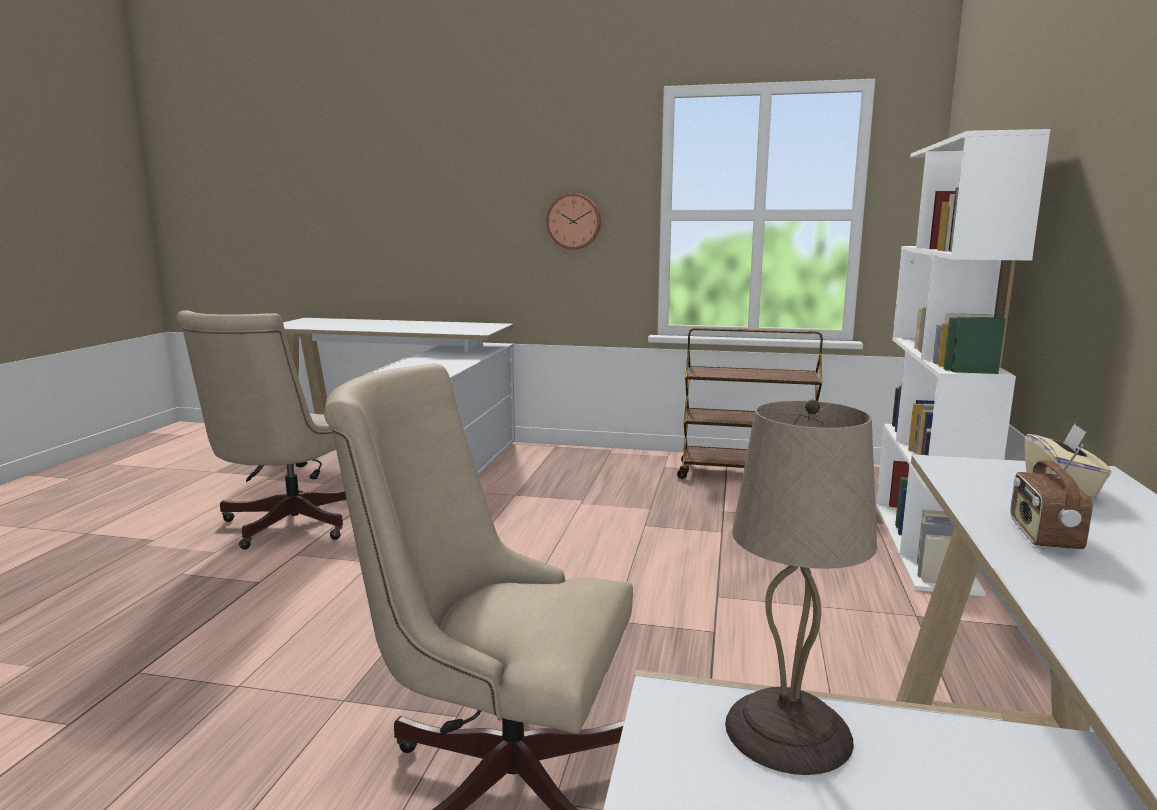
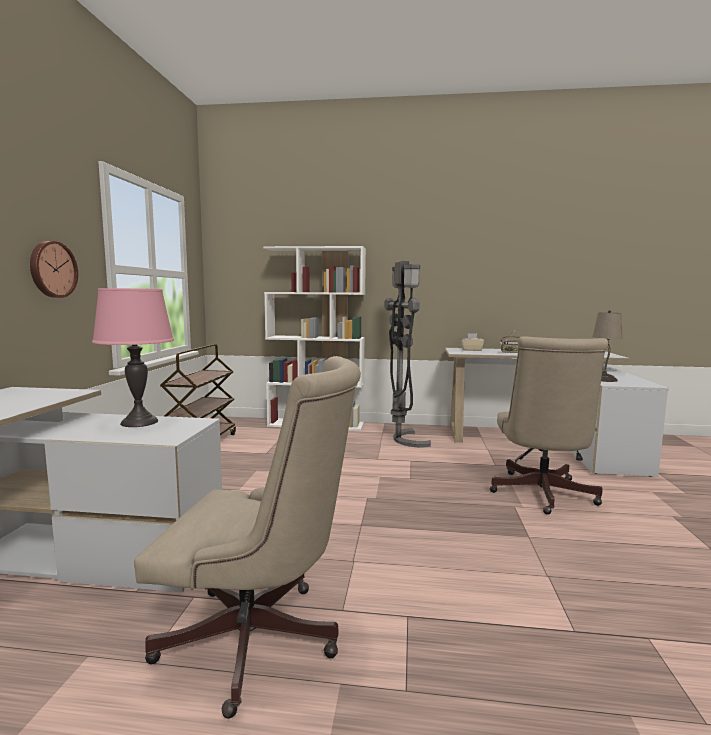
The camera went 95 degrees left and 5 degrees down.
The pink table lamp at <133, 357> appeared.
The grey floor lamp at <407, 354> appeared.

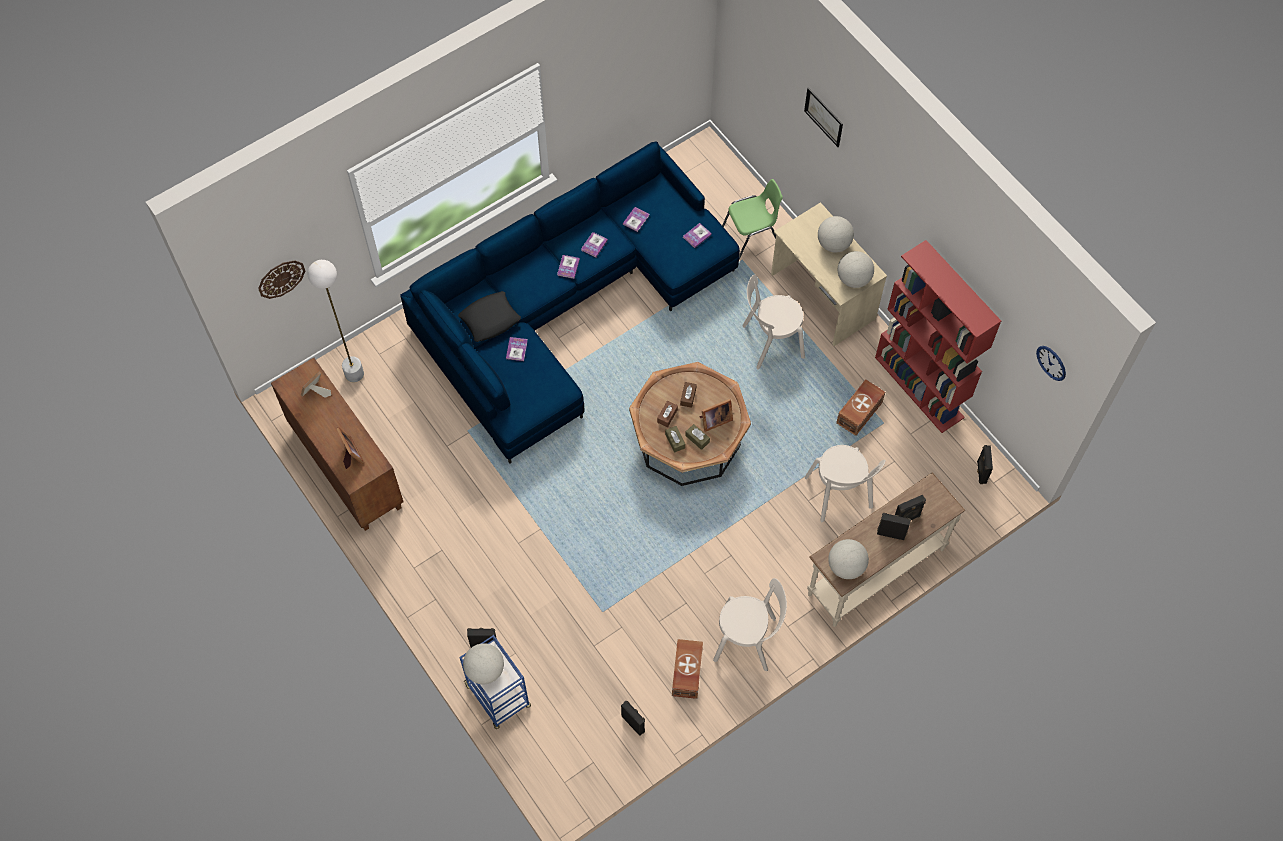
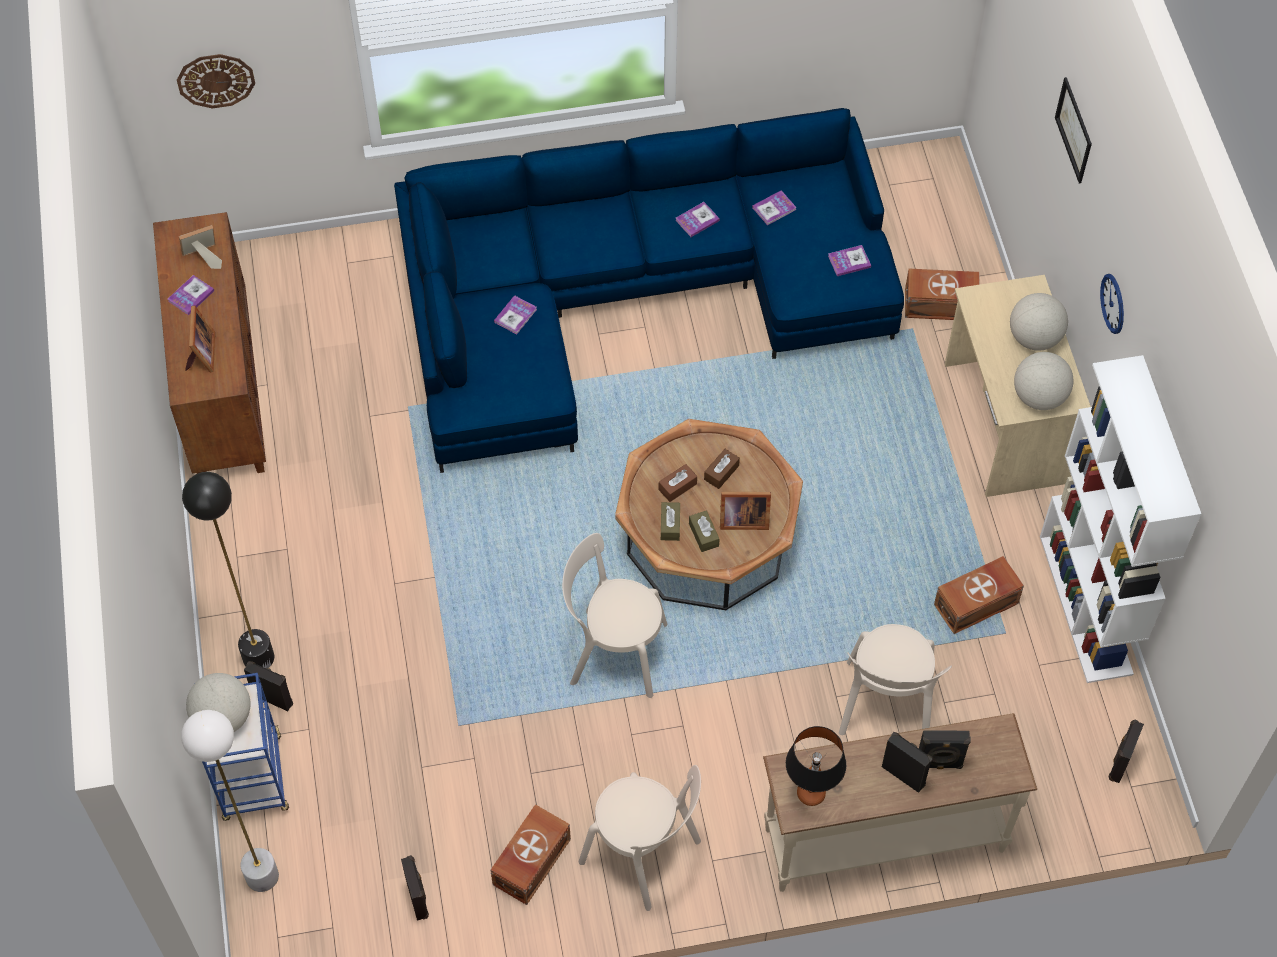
The camera went 25 degrees right and 5 degrees down.
The white floor lamp moved from <335, 321> to <230, 801>.
The black pillow at <489, 316> disappeared.
The book moved from <568, 267> to <191, 295>.
The green chair at <752, 219> was replaced by the brown storage box at <942, 294>.
The beige chair moved from <773, 321> to <614, 615>.
The globe at <848, 559> was replaced by the table lamp at <816, 766>.
The red bookcase at <938, 336> became the white bookcase at <1120, 519>.
The wall clock moved from <1051, 363> to <1112, 304>.
The black floor lamp at <228, 570> appeared.

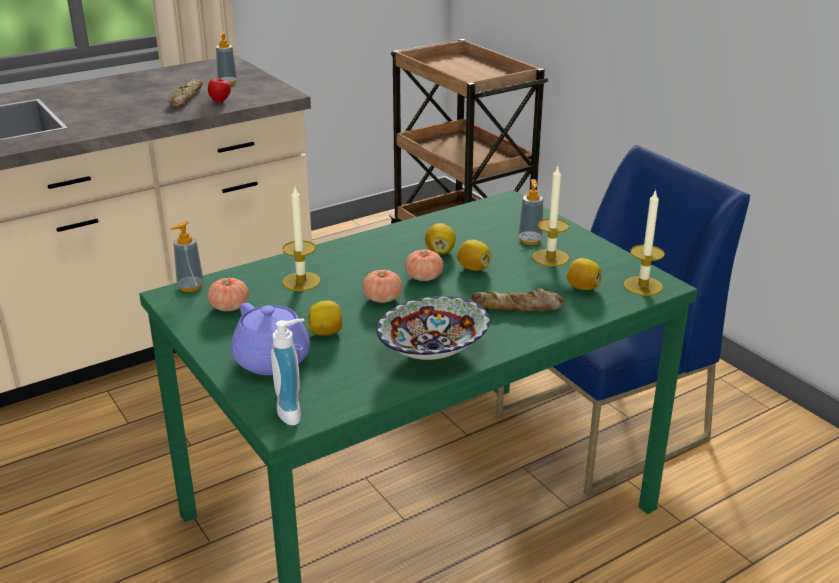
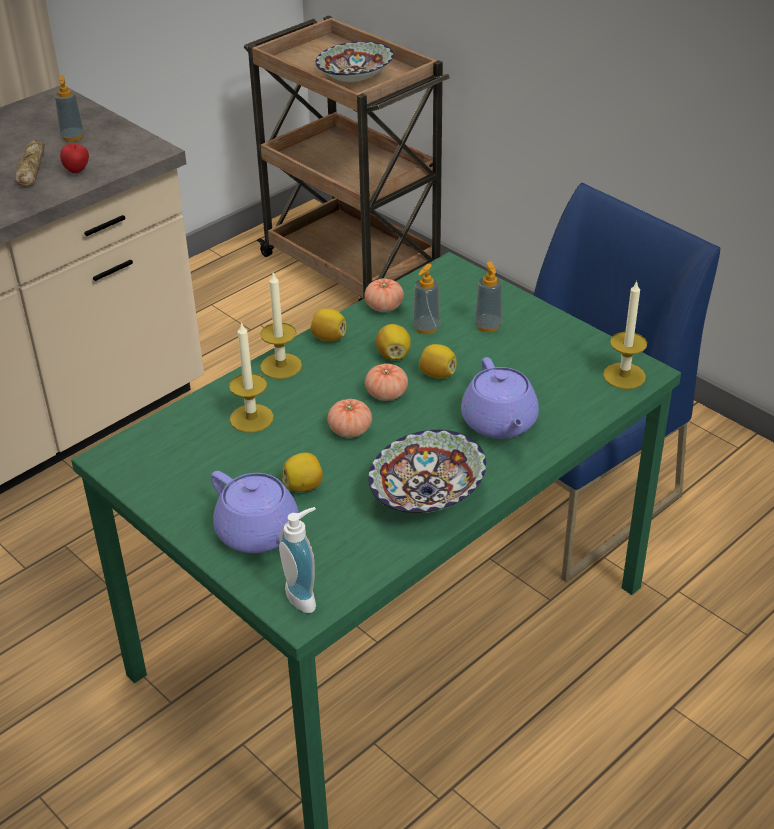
The camera went 10 degrees left and 10 degrees up.
The soap dispenser moved from <187, 256> to <426, 299>.
The tomato moved from <228, 294> to <384, 295>.
The bread at <518, 299> was replaced by the purple teapot at <500, 398>.
The candle moved from <550, 215> to <281, 326>.
The lemon moved from <584, 274> to <328, 324>.
The bowl at <354, 62> appeared.

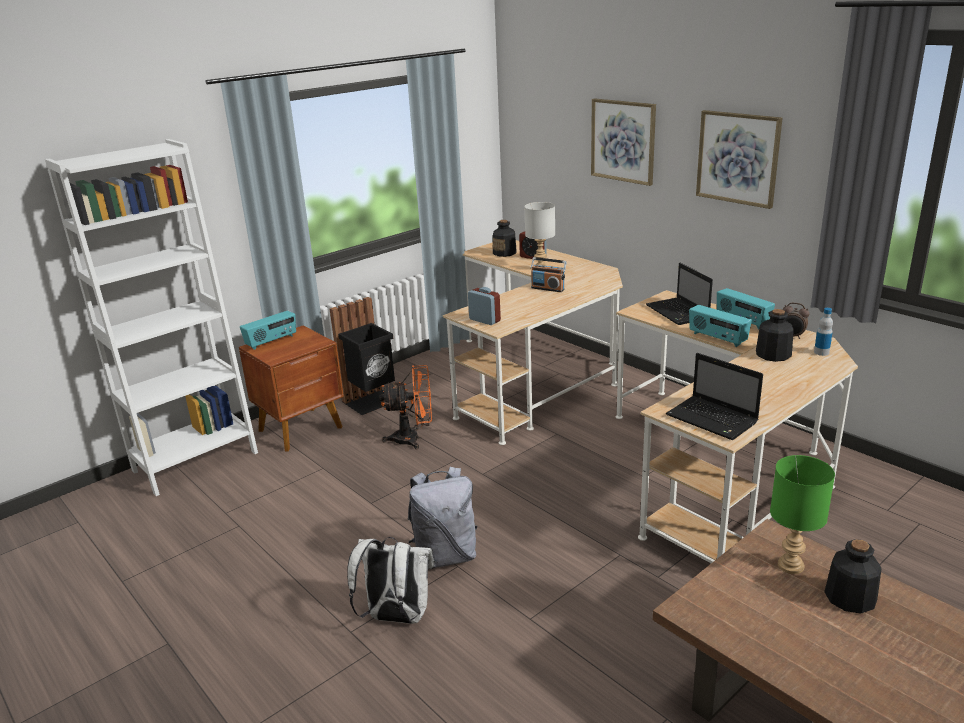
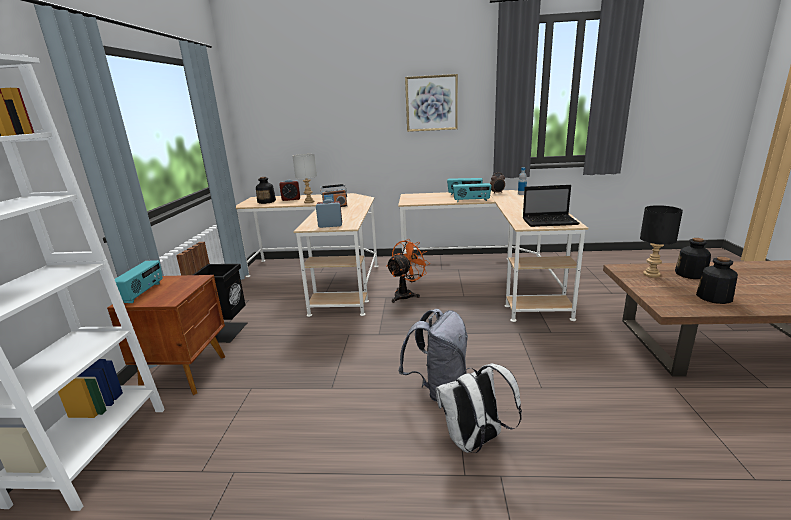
The camera went 45 degrees left and 5 degrees down.
The orange fan moved from <405, 407> to <407, 271>.
The picture at <623, 142> disappeared.
The laptop at <679, 294> disappeared.
The bottle moved from <775, 335> to <717, 280>.
The green table lamp at <802, 514> became the black table lamp at <661, 241>.

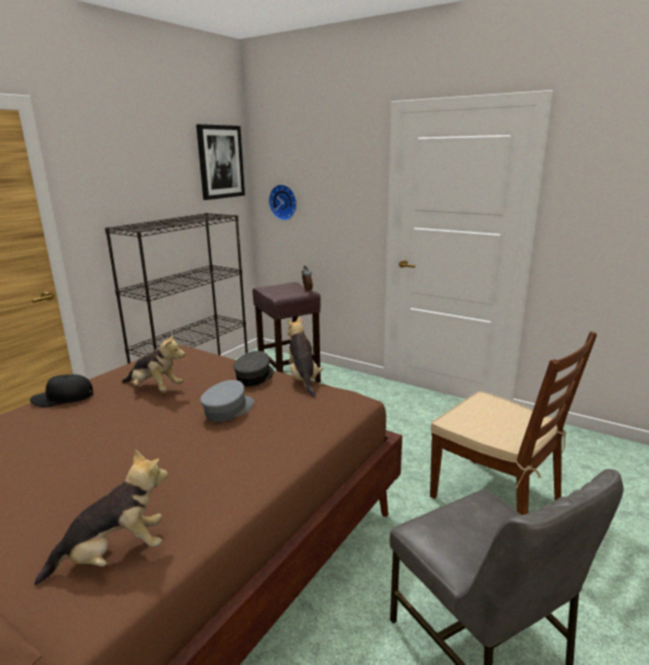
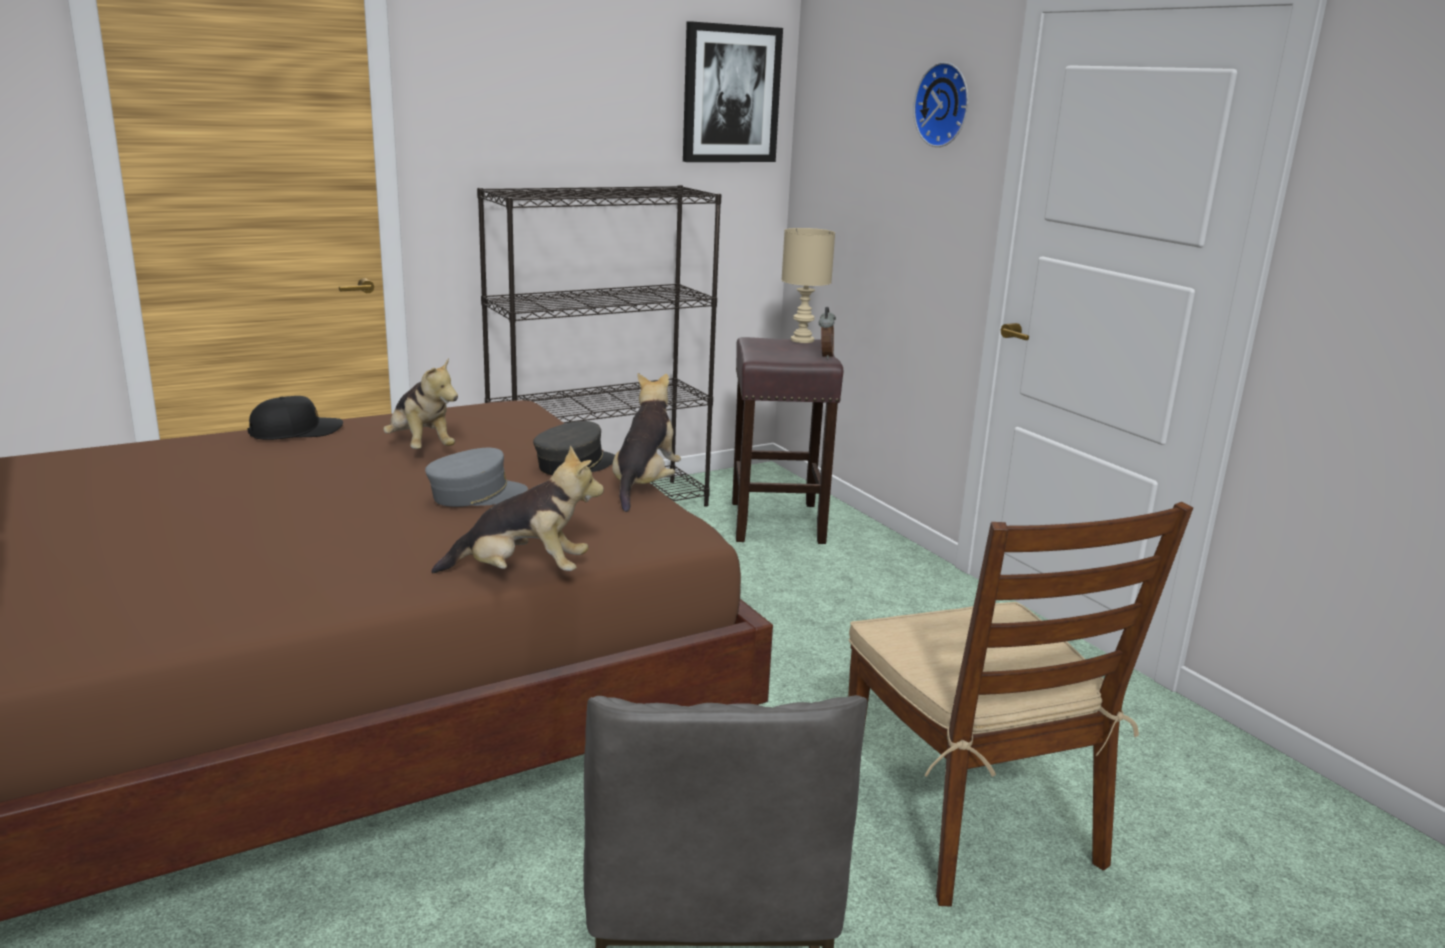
The camera went 25 degrees right and 0 degrees up.
The black cap at <61, 390> turned 135 degrees clockwise.
The plush toy moved from <101, 517> to <517, 509>.
The wall clock moved from <283, 202> to <941, 104>.
The beige table lamp at <808, 285> appeared.

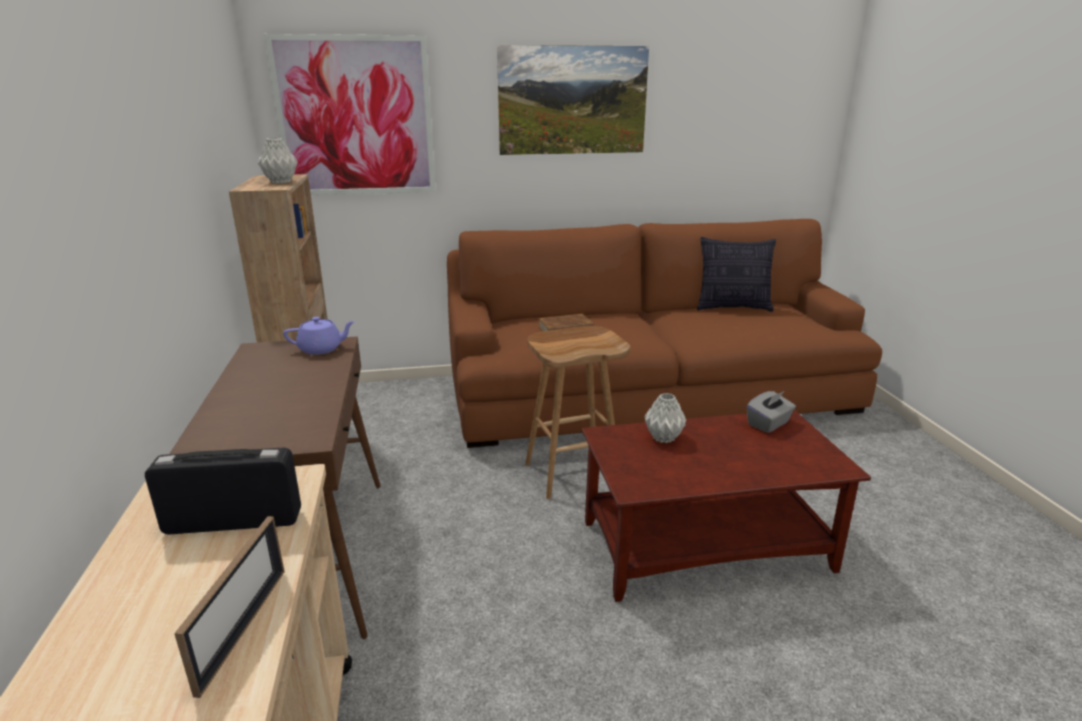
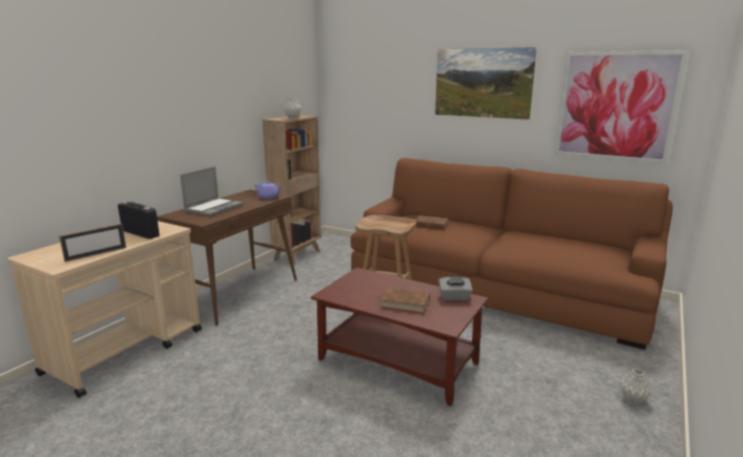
The camera went 40 degrees right and 5 degrees down.
The picture moved from <350, 114> to <621, 107>.
The grey vase moved from <665, 418> to <635, 386>.
The pillow at <736, 274> disappeared.
The laptop at <211, 191> appeared.
The brown book at <404, 300> appeared.

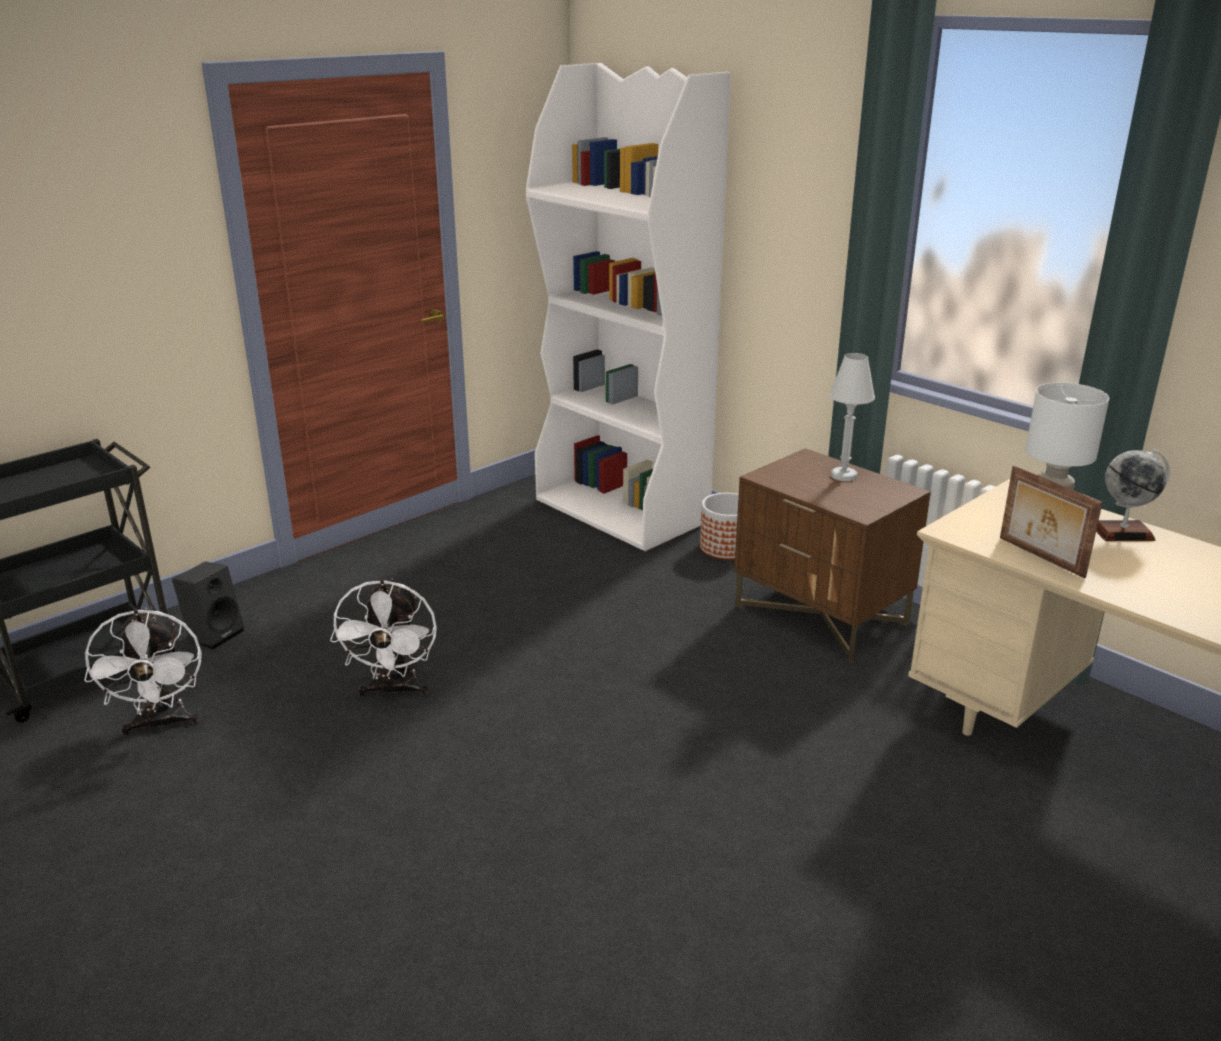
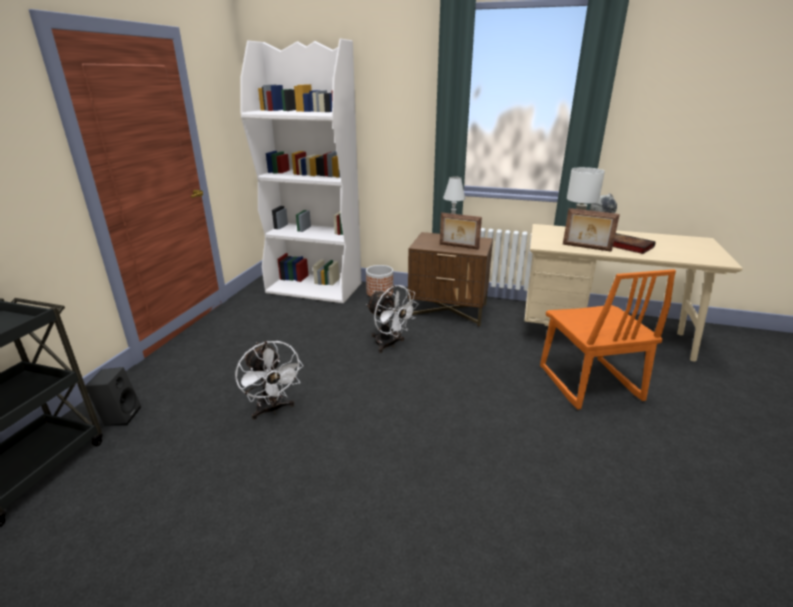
The camera went 30 degrees left and 0 degrees up.
The white fan moved from <143, 671> to <392, 319>.
The picture frame at <461, 231> appeared.
The orange chair at <608, 339> appeared.
The book at <634, 243> appeared.

